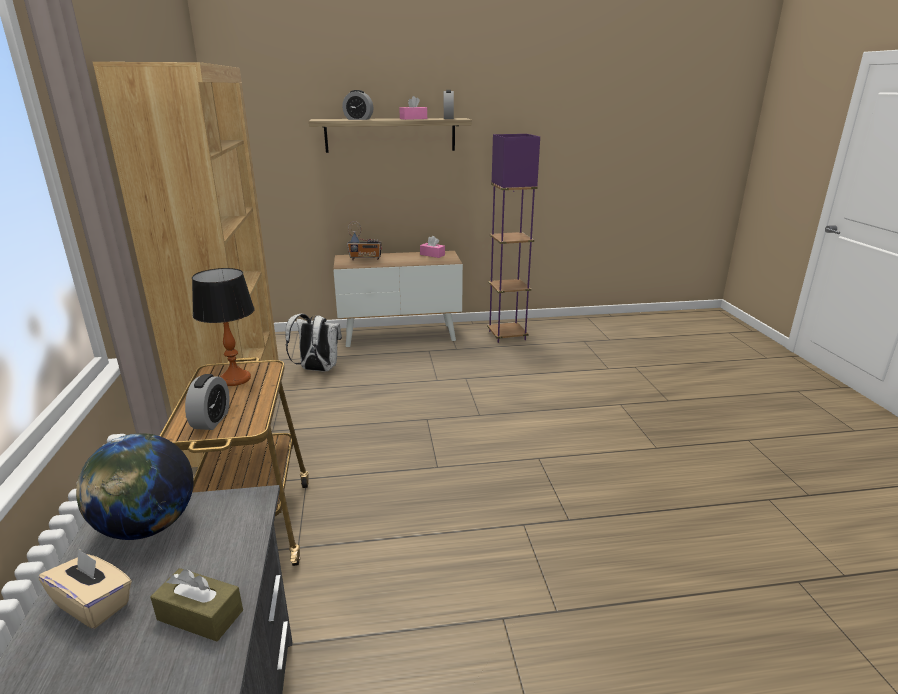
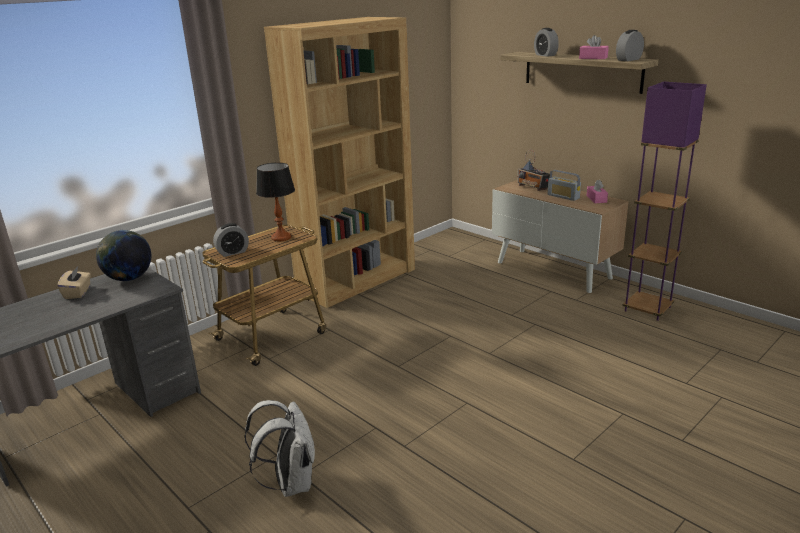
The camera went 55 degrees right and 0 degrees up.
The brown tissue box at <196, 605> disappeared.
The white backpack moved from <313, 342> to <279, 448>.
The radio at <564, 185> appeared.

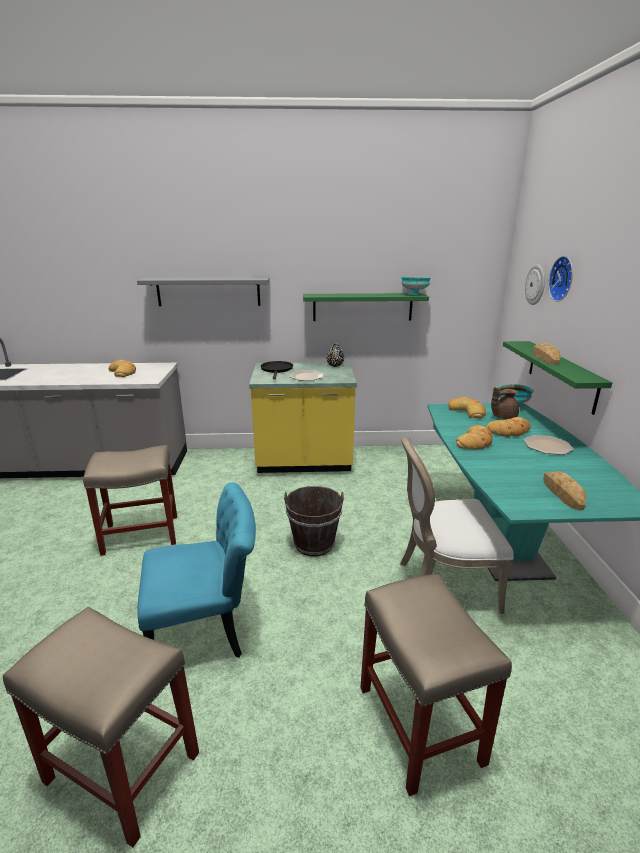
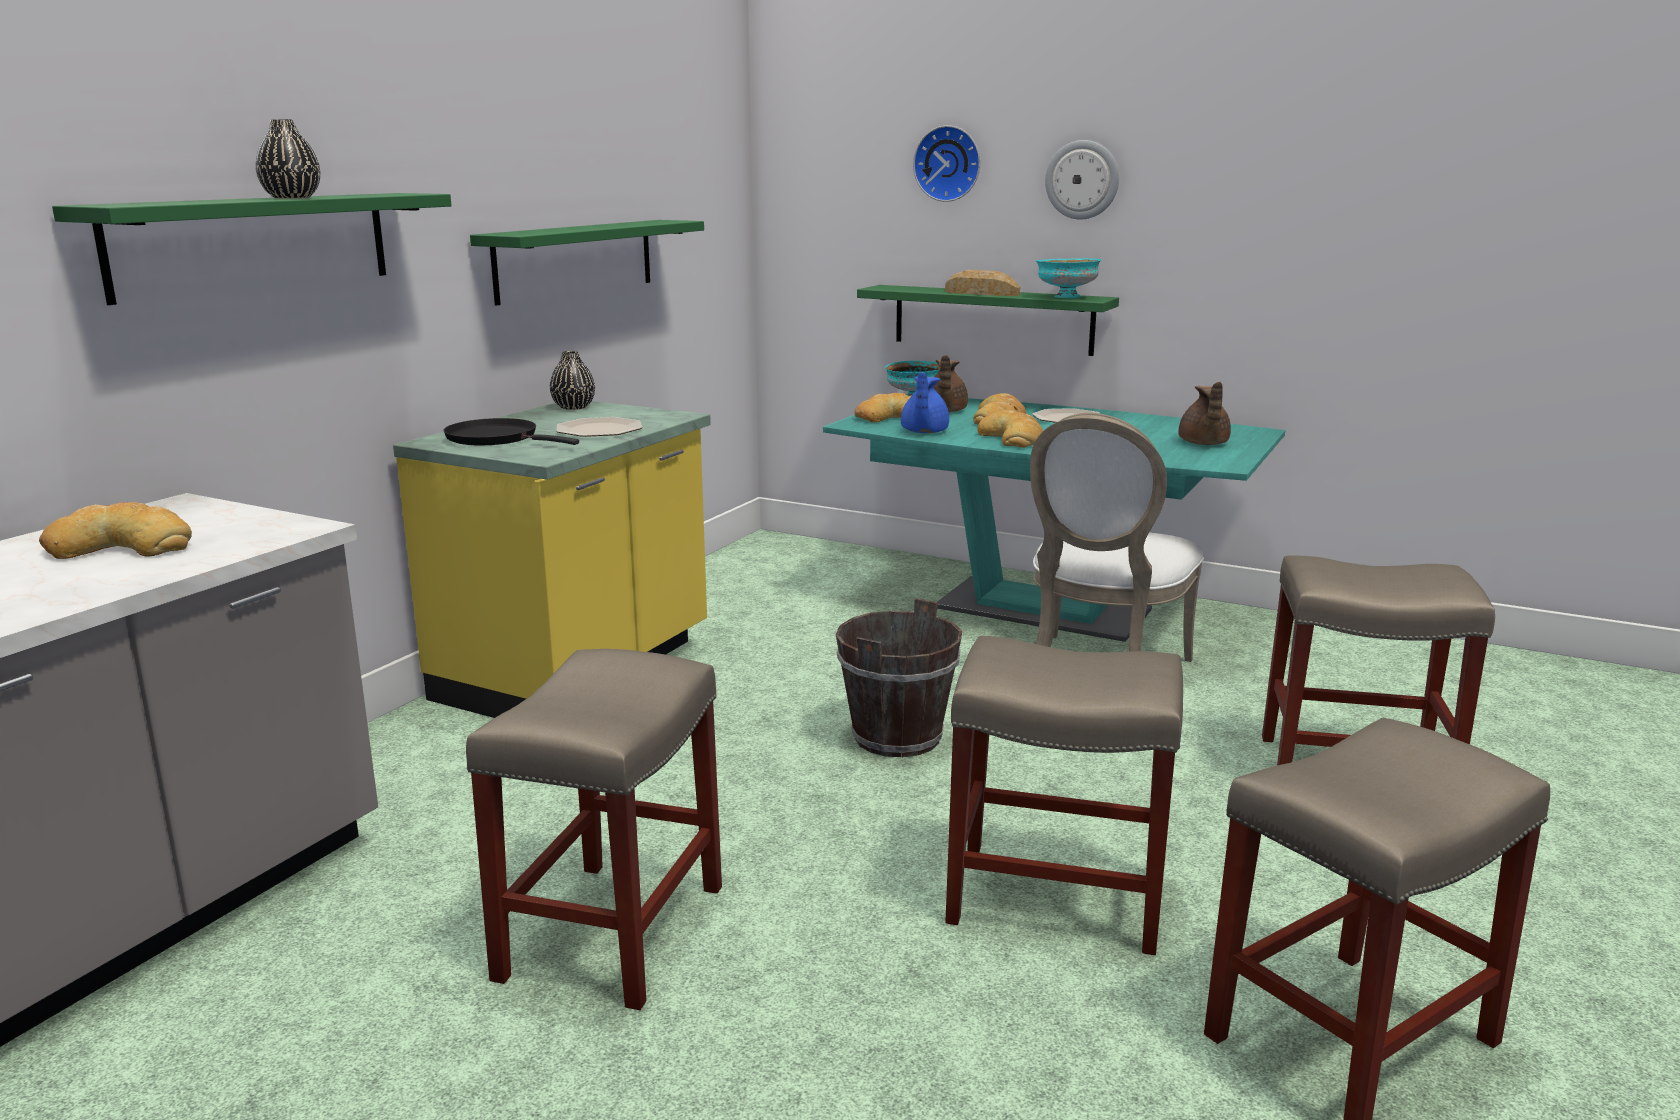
The camera went 60 degrees left and 5 degrees down.
The grey shelf at <203, 291> became the green shelf at <252, 249>.
The turquoise chair at <196, 570> was replaced by the beige stool at <1064, 795>.
The turquoise bowl moved from <416, 285> to <1068, 278>.
The wall clock moved from <535, 284> to <1082, 180>.
The bread at <565, 491> was replaced by the brown teapot at <1204, 413>.
The black vase at <288, 159> appeared.
The blue teapot at <925, 402> appeared.

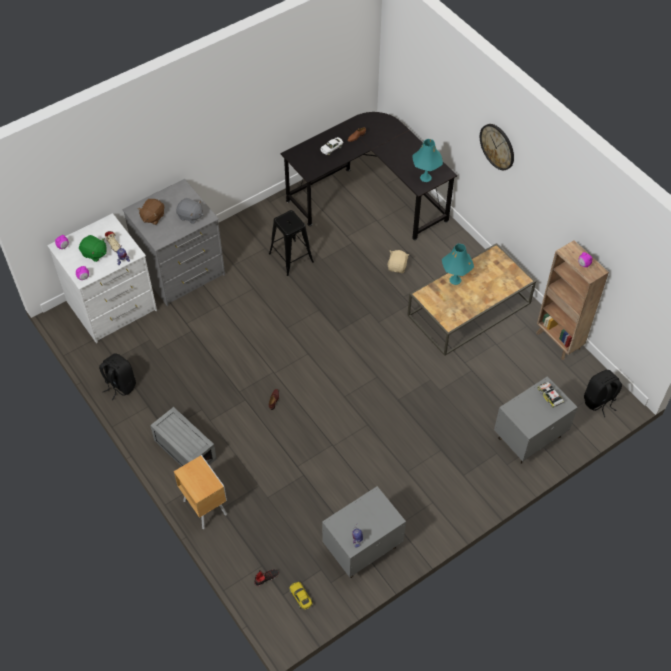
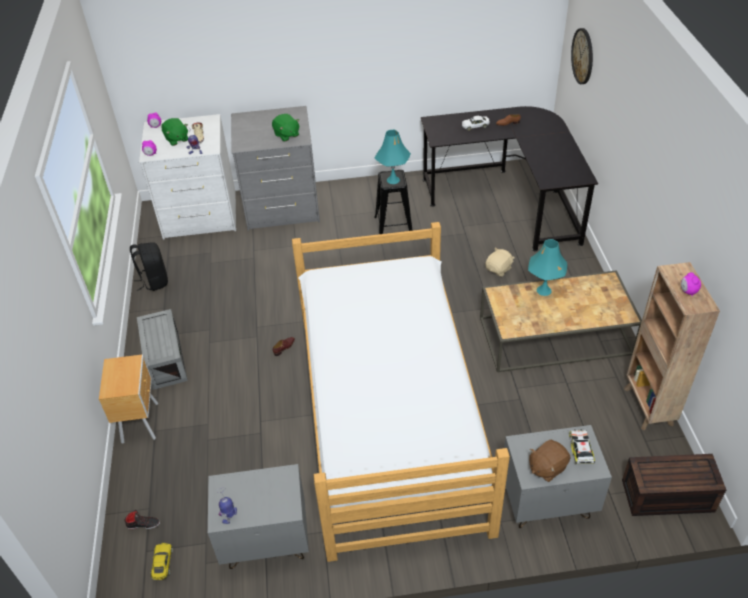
The camera went 30 degrees right and 10 degrees down.
The brown plush toy moved from <151, 212> to <550, 461>.
The grey plush toy at <189, 211> became the green plush toy at <285, 128>.
The turquoise table lamp moved from <427, 160> to <393, 157>.
The wall clock moved from <497, 147> to <582, 56>.
The black backpack at <603, 393> was replaced by the brown storage box at <674, 485>.
The bed at <401, 392> appeared.

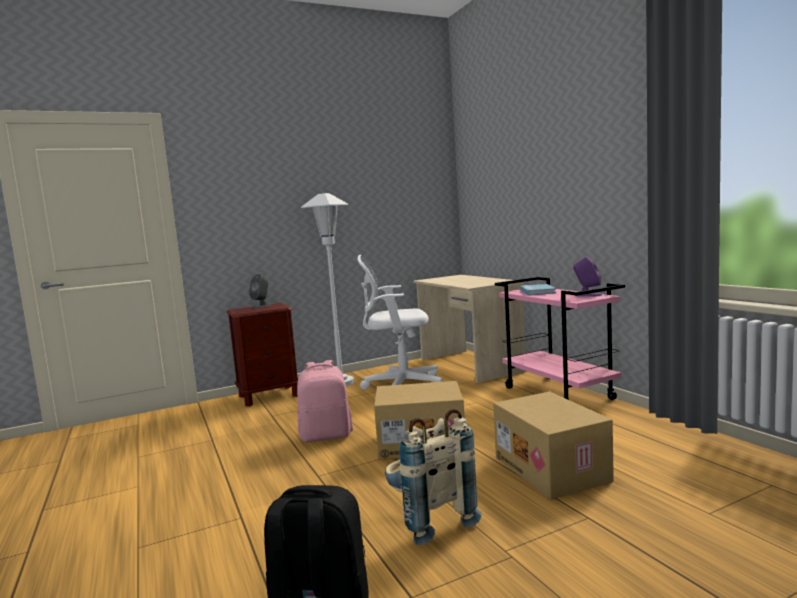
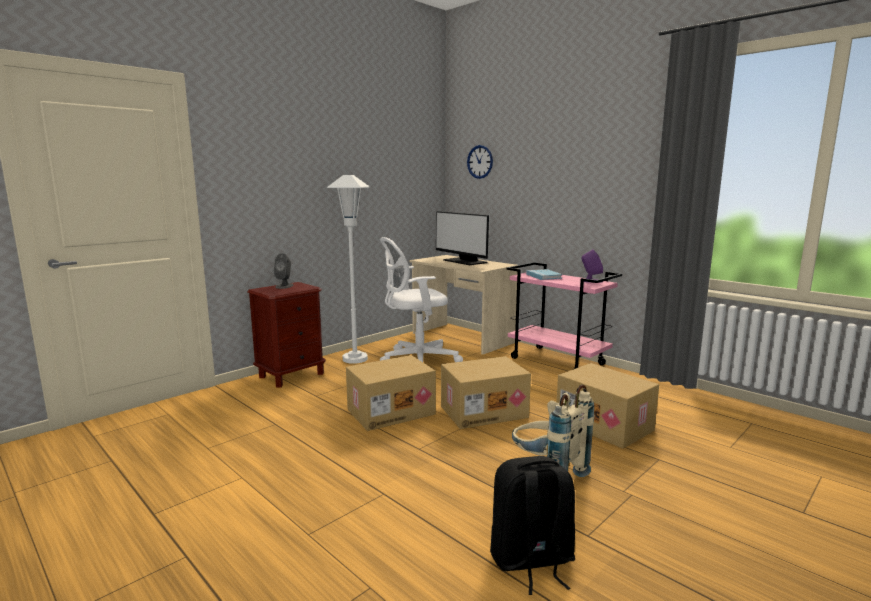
The camera went 20 degrees left and 5 degrees up.
The pink backpack at <325, 401> was replaced by the cardboard box at <391, 393>.
The monitor at <462, 238> appeared.
The wall clock at <480, 162> appeared.

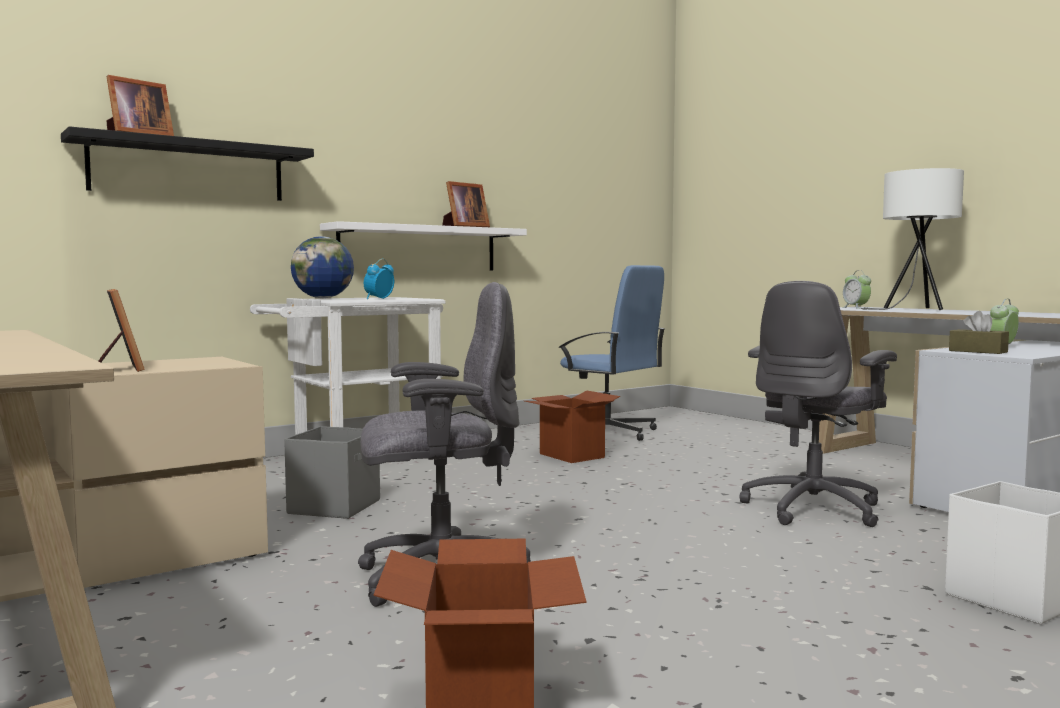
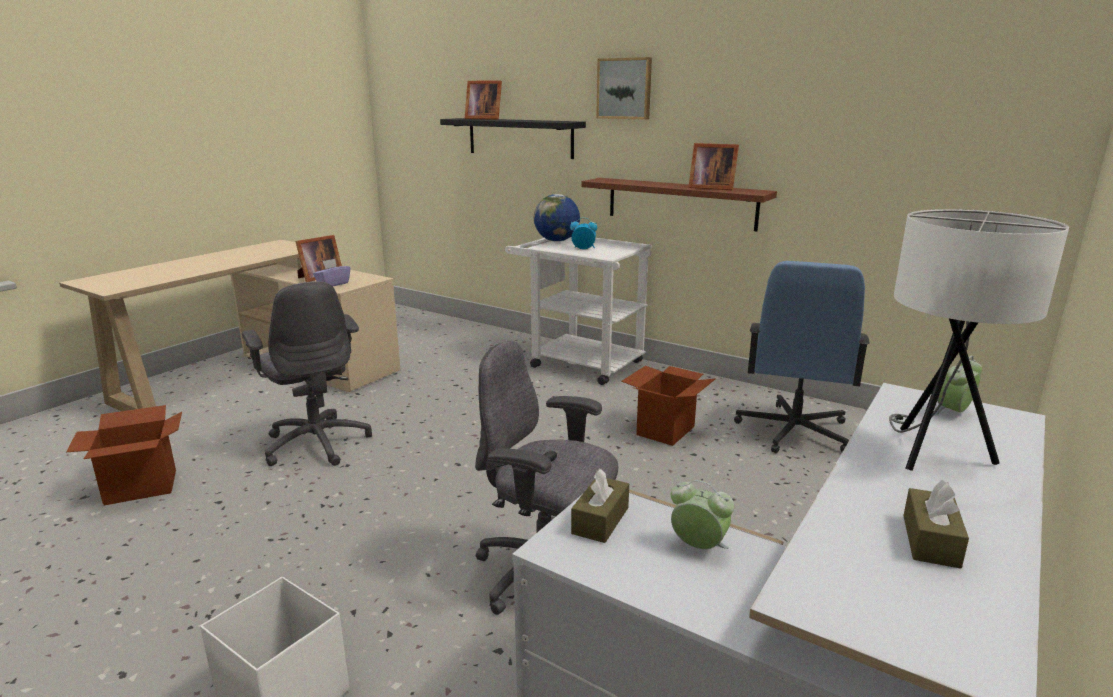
The camera went 70 degrees right and 15 degrees up.
The grey storage box at <332, 472> disappeared.
The white shelf at <423, 245> became the brown shelf at <679, 204>.
The purple tissue box at <331, 272> appeared.
The picture at <624, 88> appeared.
The brown tissue box at <936, 524> appeared.

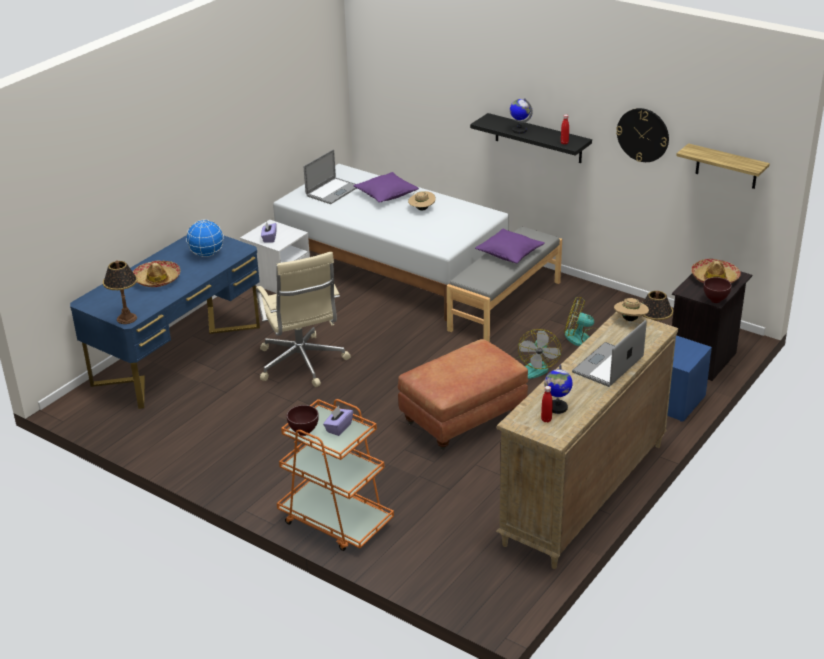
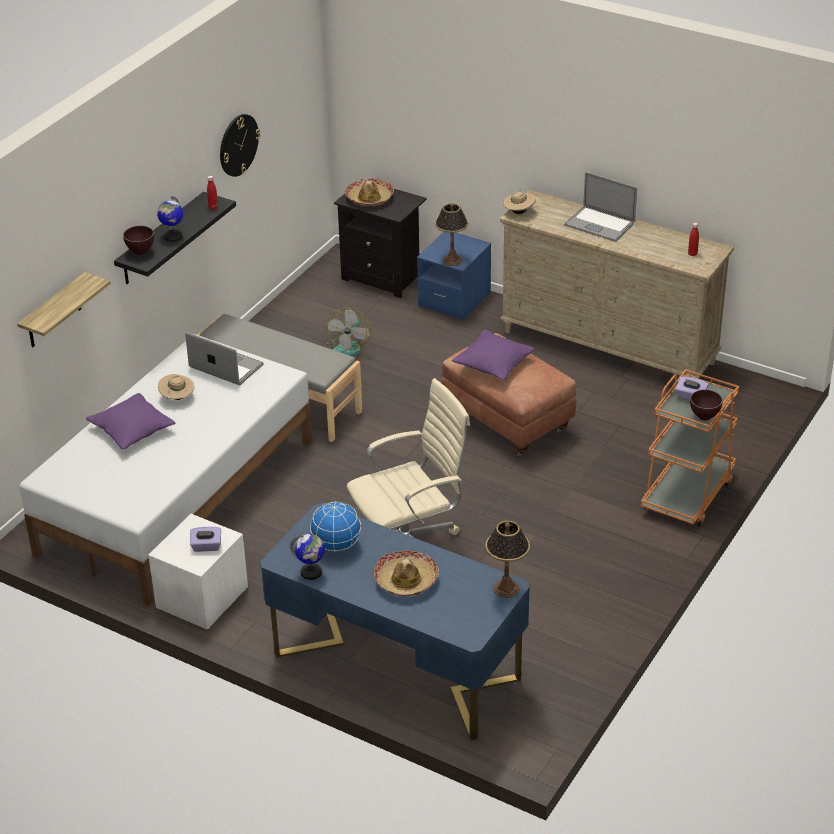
The camera went 95 degrees left and 5 degrees up.
The laptop moved from <330, 176> to <224, 358>.
The purple pillow moved from <510, 246> to <493, 354>.
The fan at <538, 354> disappeared.
The globe moved from <558, 389> to <307, 557>.
The shelf moved from <723, 166> to <64, 309>.
The brown bowl moved from <717, 290> to <138, 240>.

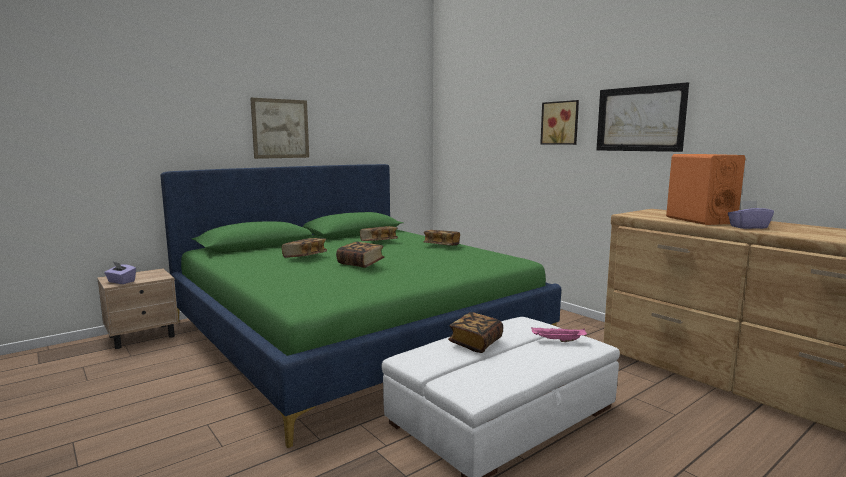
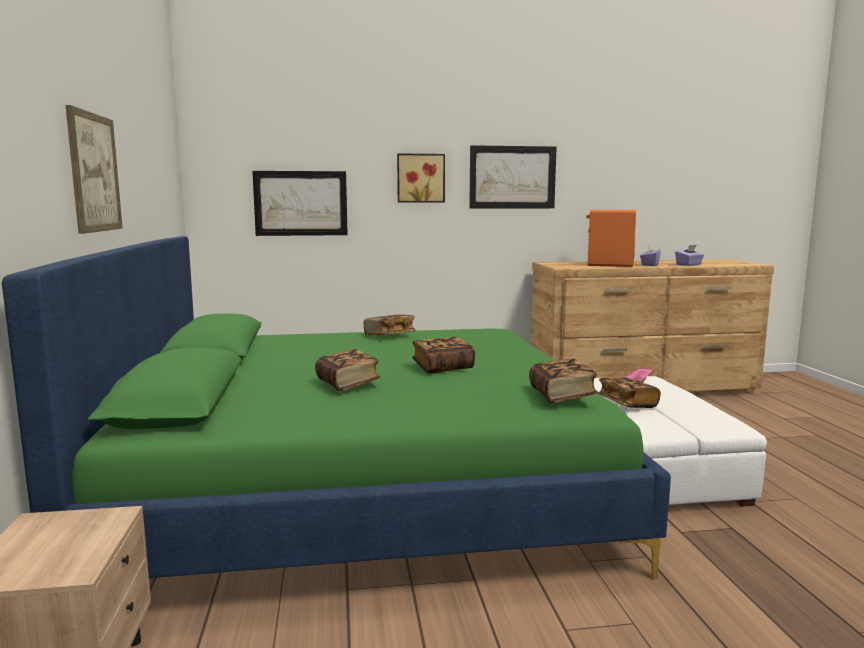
The camera went 60 degrees left and 0 degrees up.
The purple tissue box moved from <120, 273> to <689, 255>.
The book moved from <379, 233> to <563, 381>.
The picture at <300, 203> appeared.

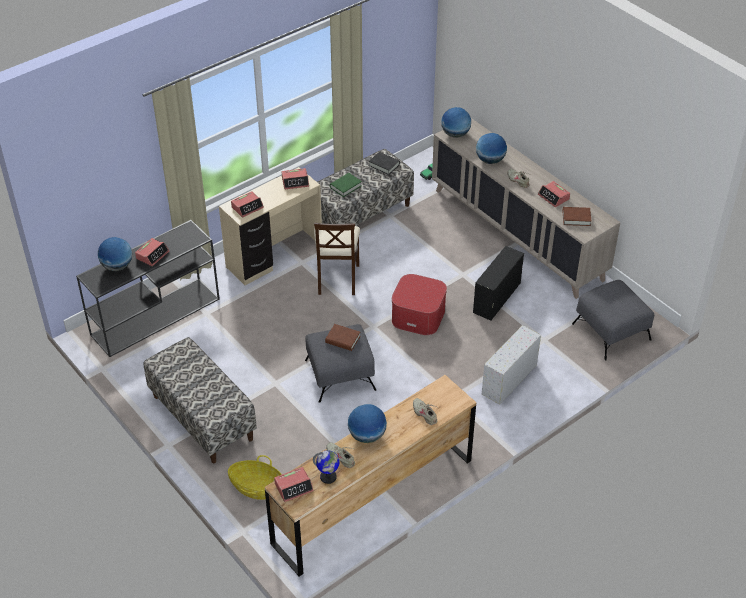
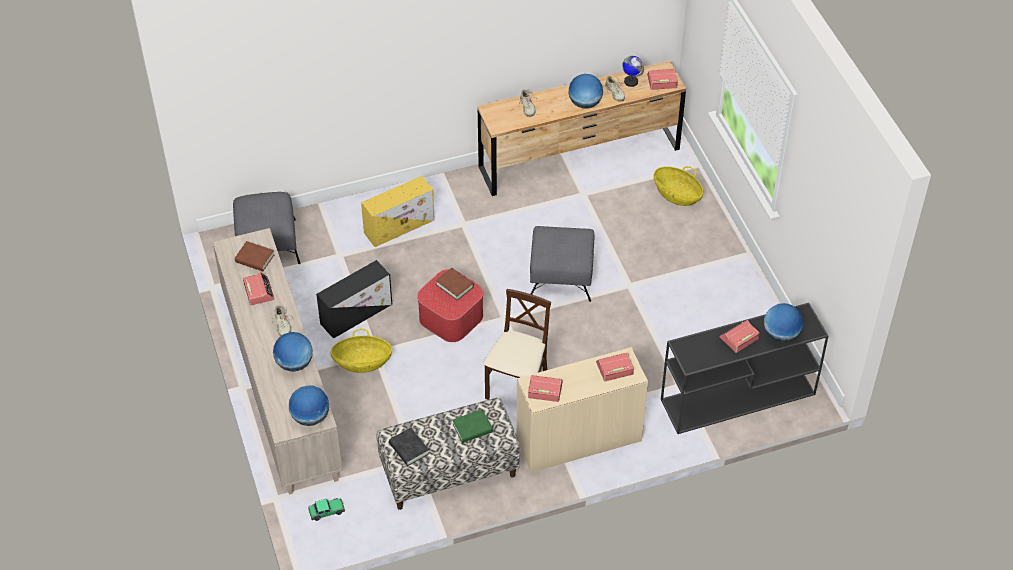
The camera went 160 degrees left and 5 degrees up.
The bench at <200, 400> disappeared.
The brown book moved from <342, 337> to <454, 284>.
The white storage box at <511, 365> became the yellow storage box at <398, 211>.
The basket at <361, 351> appeared.

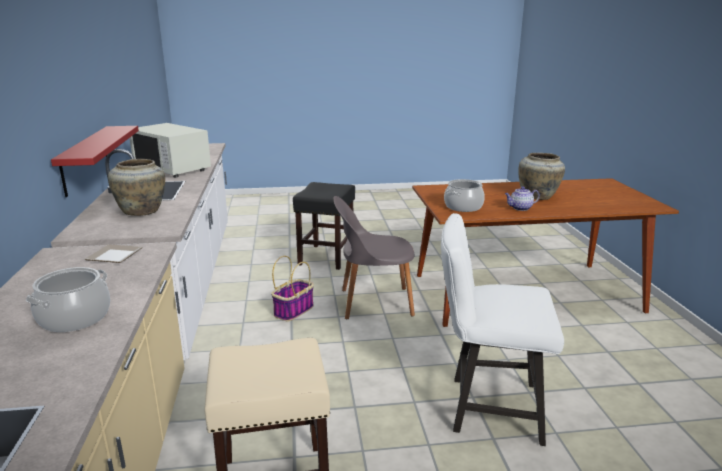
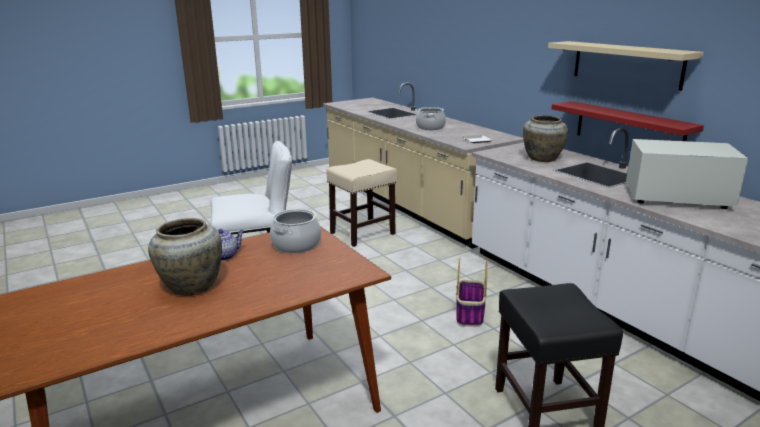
The camera went 155 degrees right and 0 degrees up.
The grey chair at <374, 257> disappeared.
The beige shelf at <626, 66> appeared.

